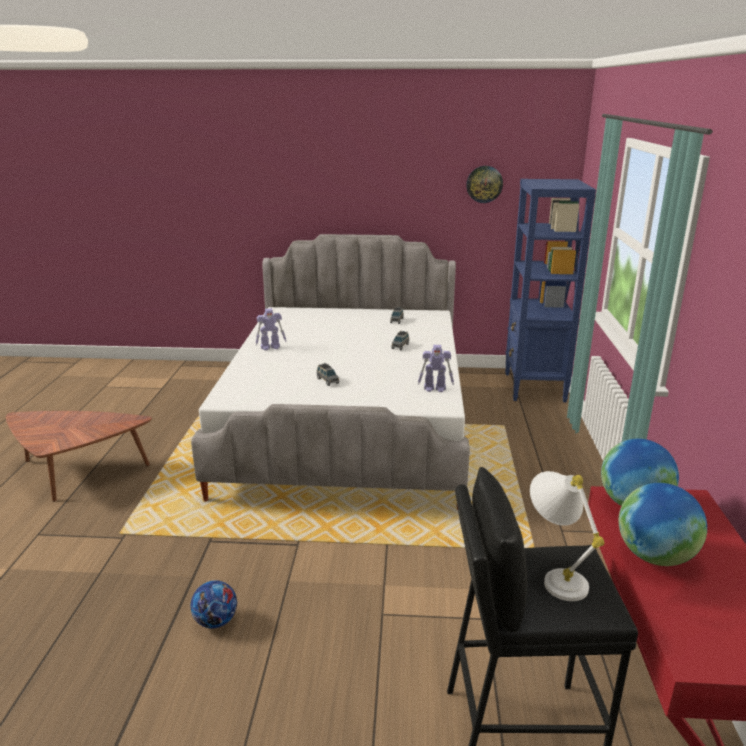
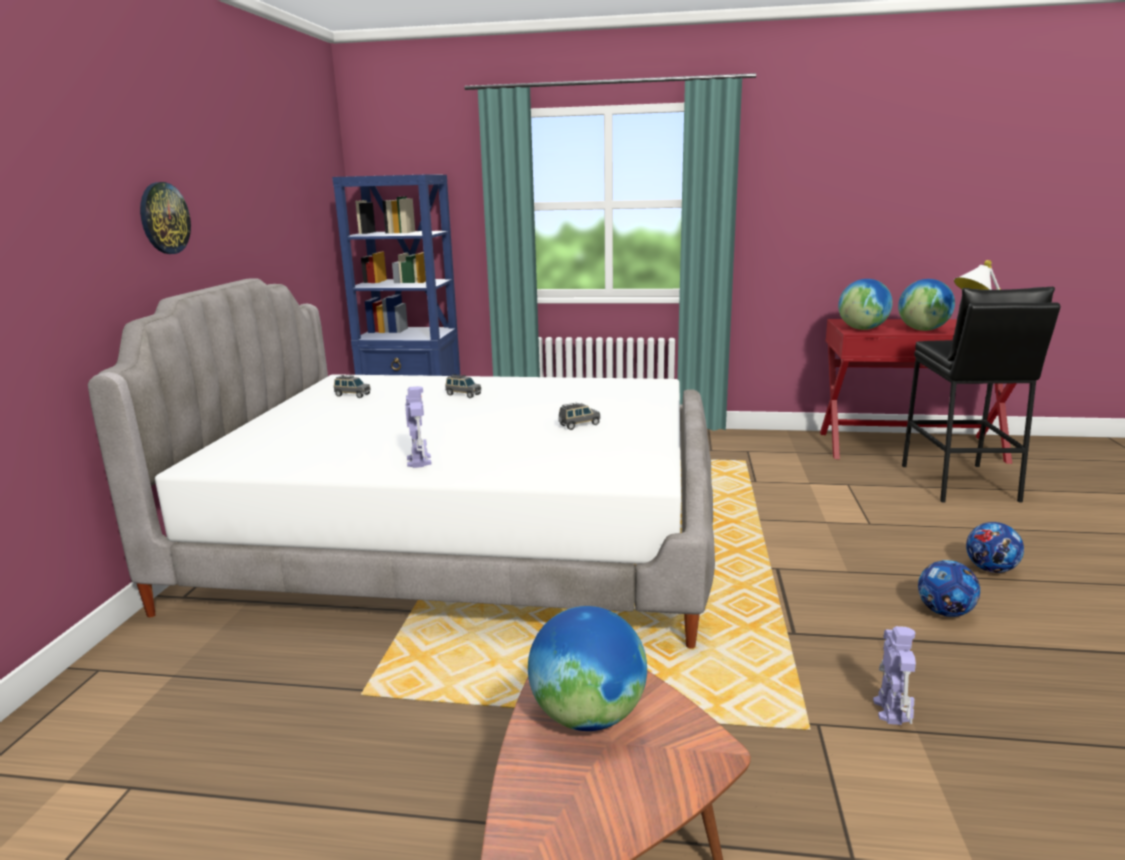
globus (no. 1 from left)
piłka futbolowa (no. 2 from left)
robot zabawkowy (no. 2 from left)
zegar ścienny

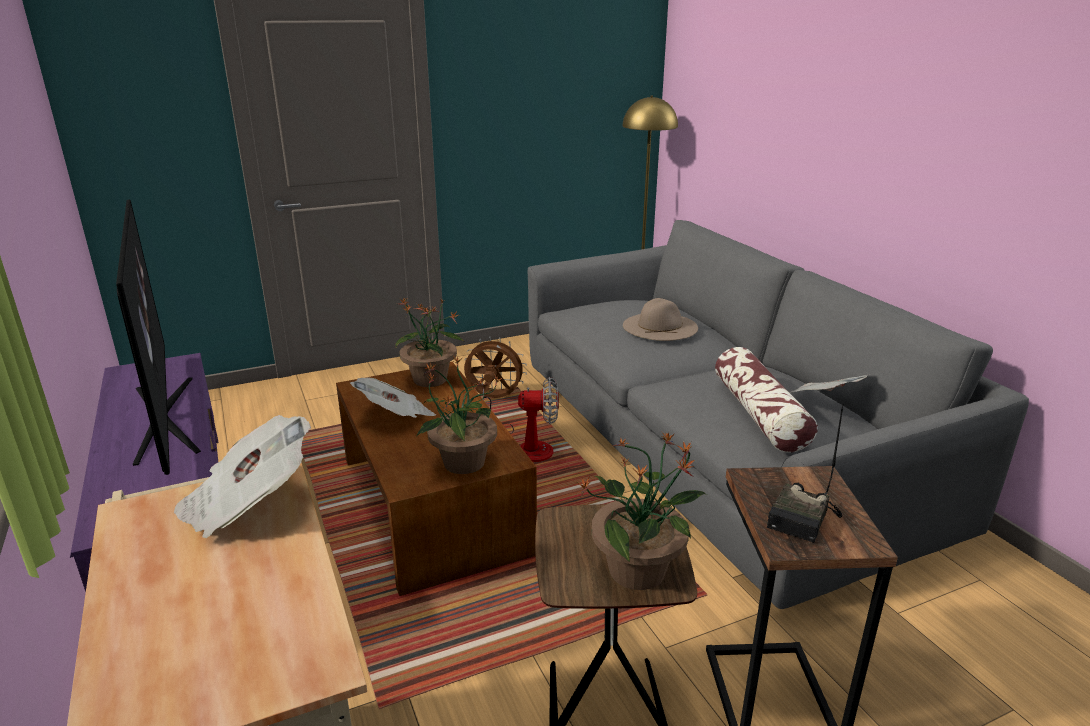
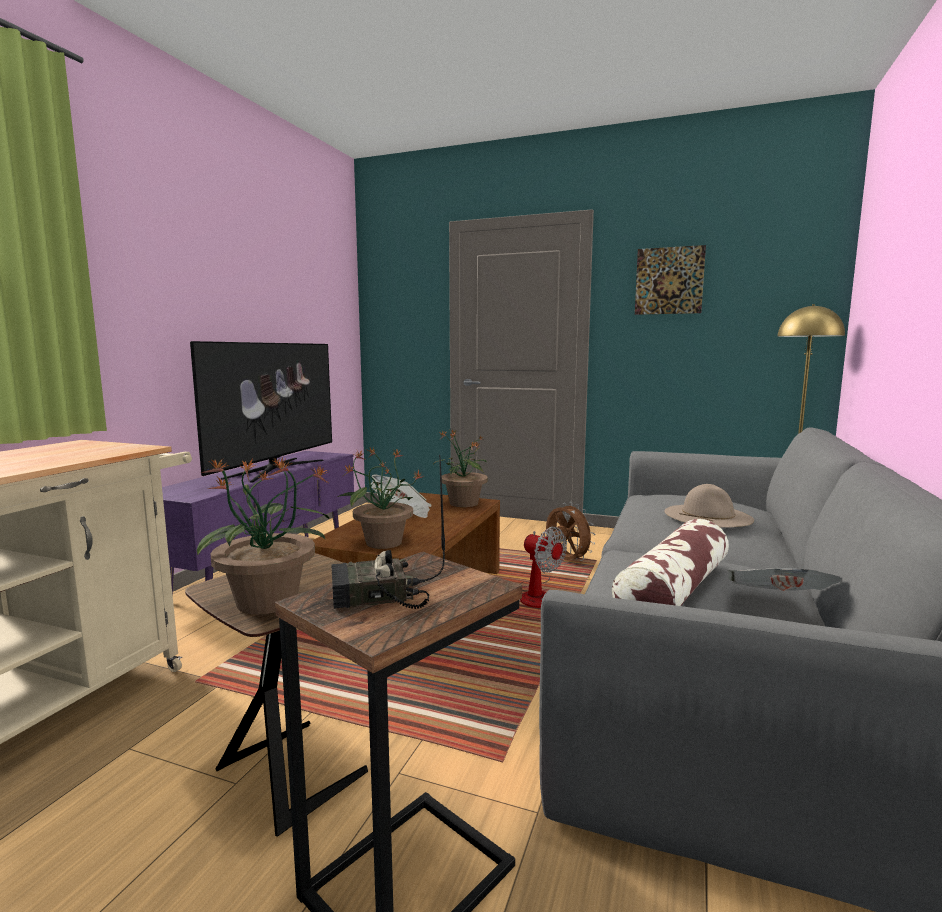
gazeta (no. 1 from left in the first image)
obraz

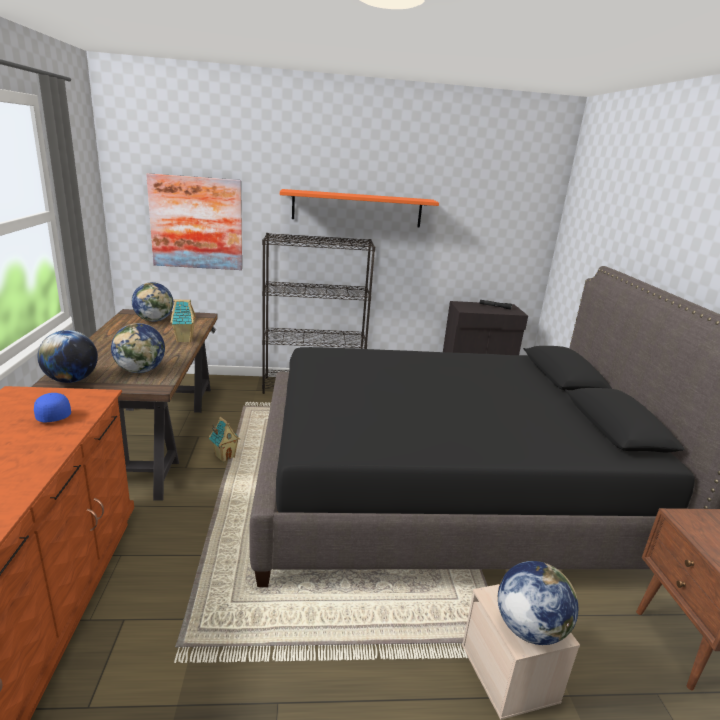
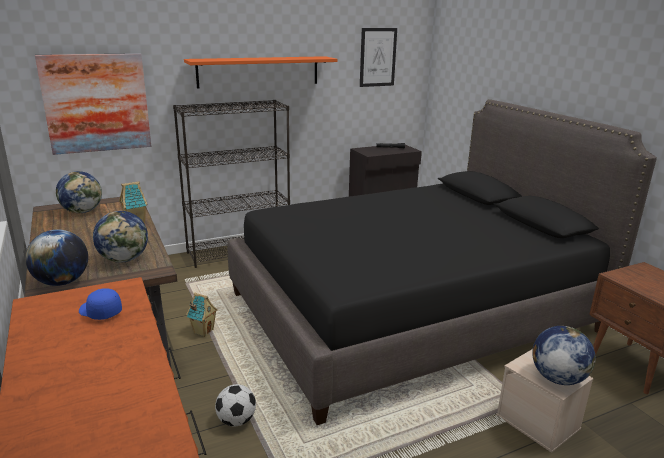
piłka futbolowa
obraz (no. 2 from left)

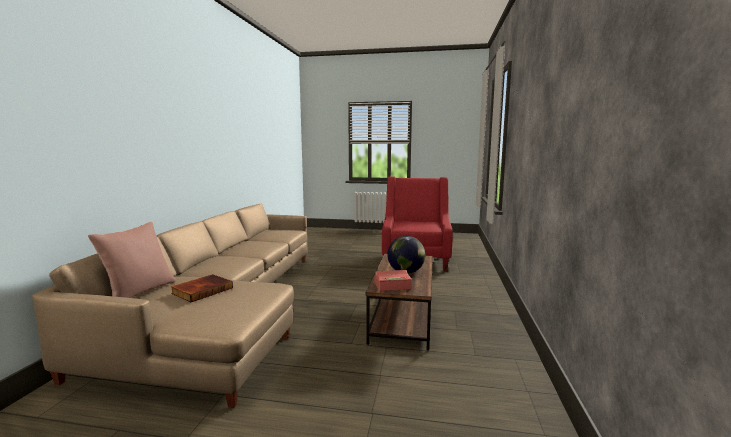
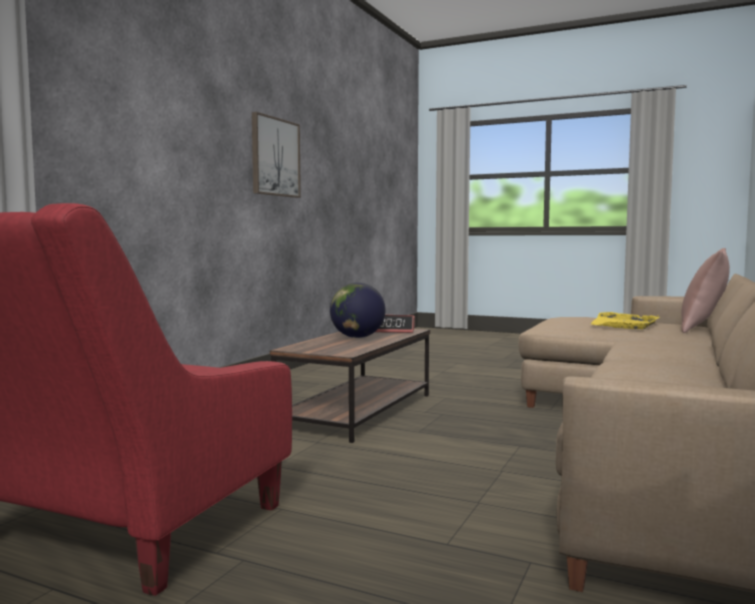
obraz
taca [żółty]

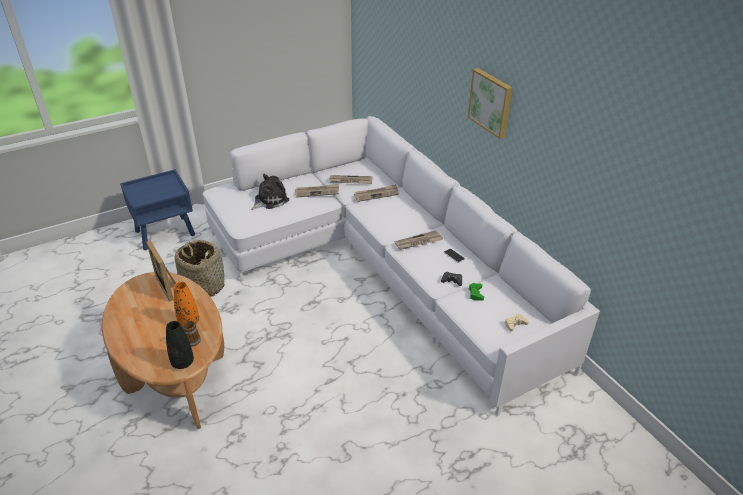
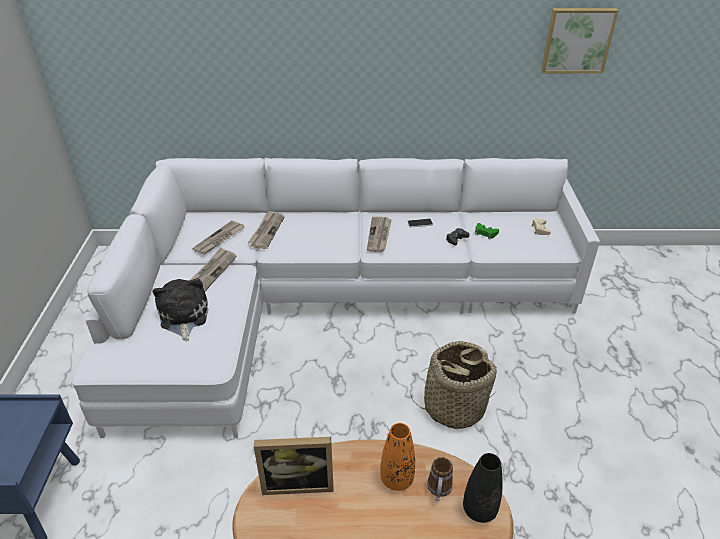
koszyk
obraz

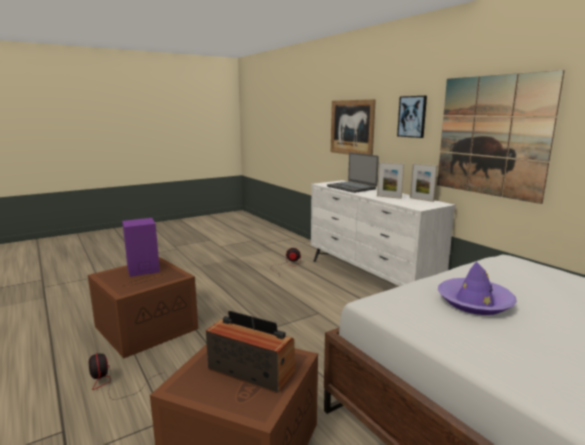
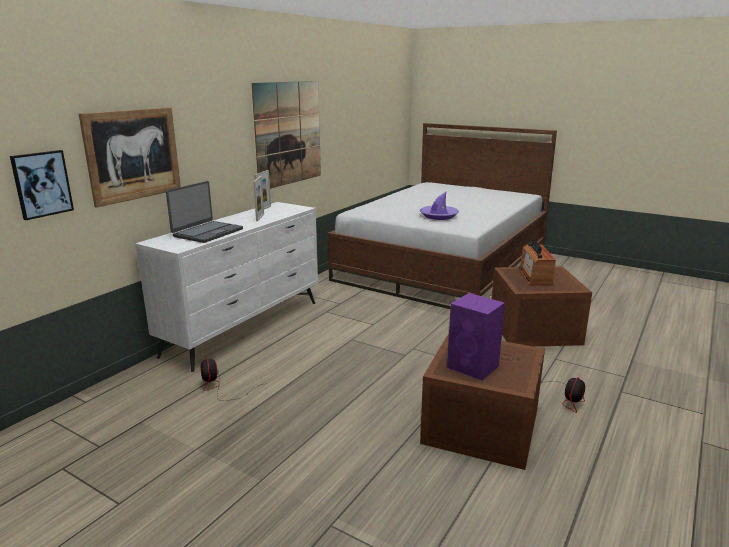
obraz (no. 1 from left)

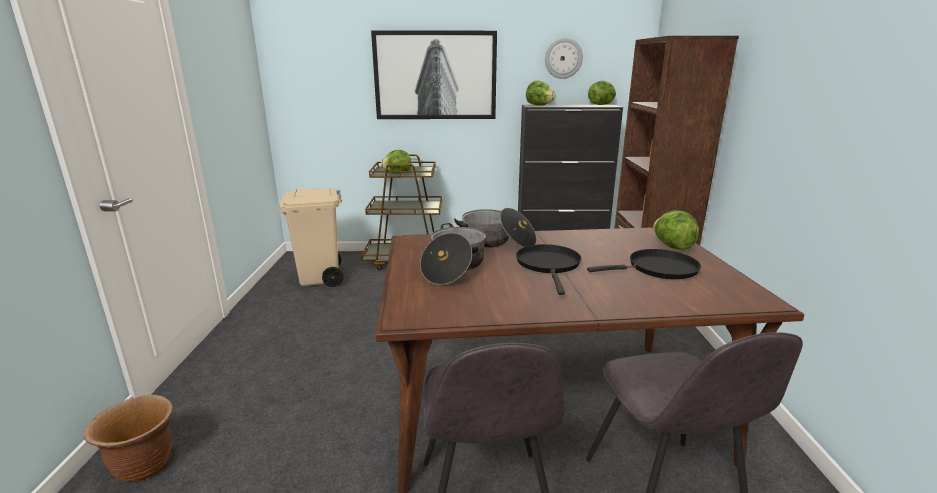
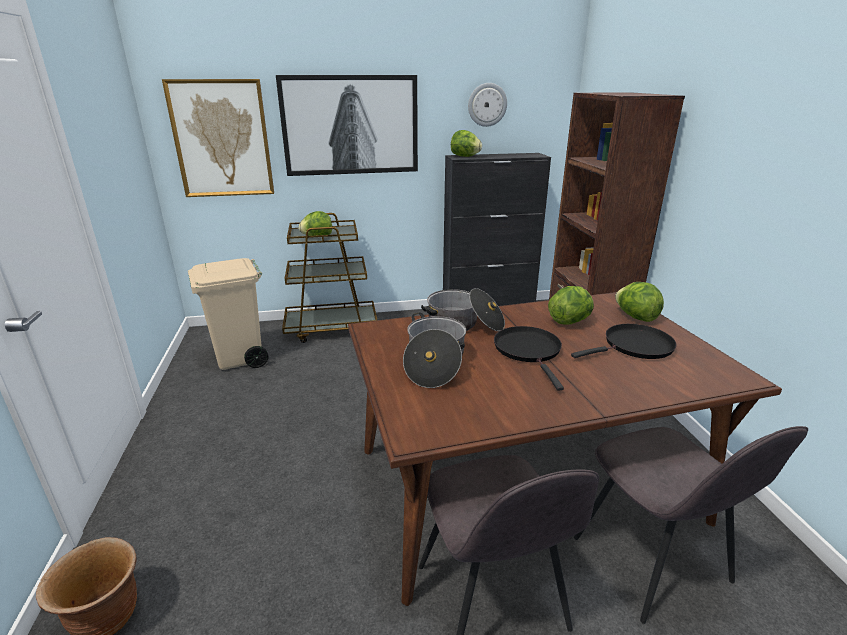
obraz (no. 1 from left)
sałata (no. 3 from left)

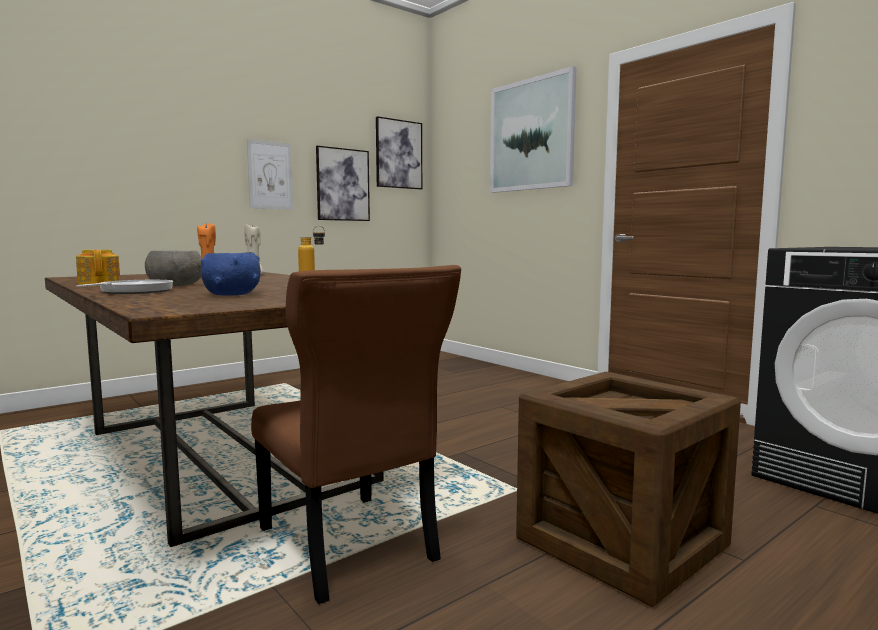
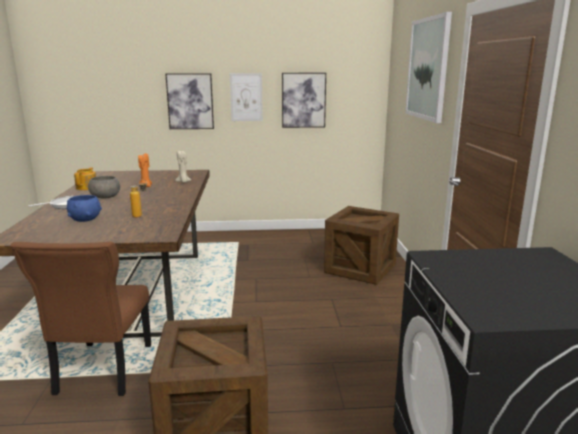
skrzynka (no. 2 from left)
obraz (no. 1 from left)

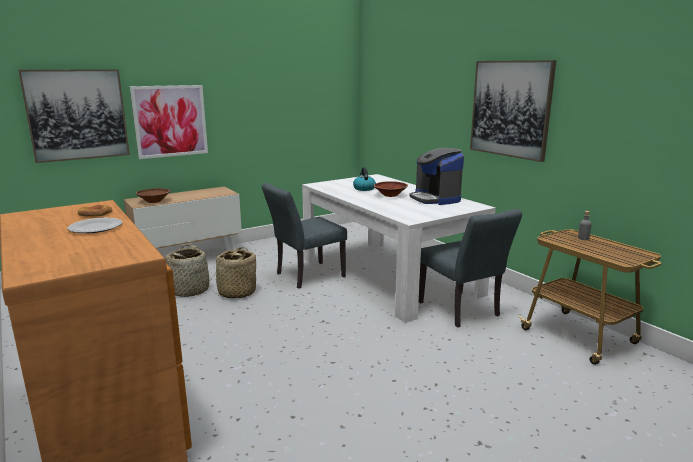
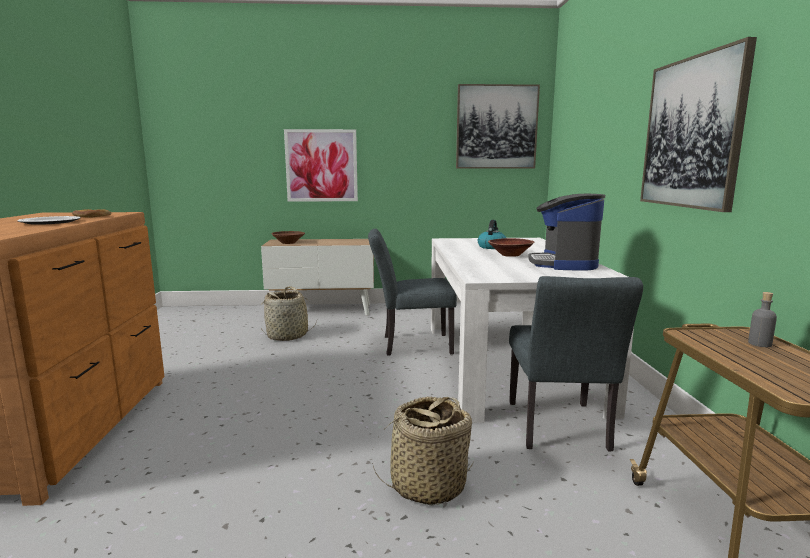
obraz (no. 2 from left)
koszyk (no. 2 from left)

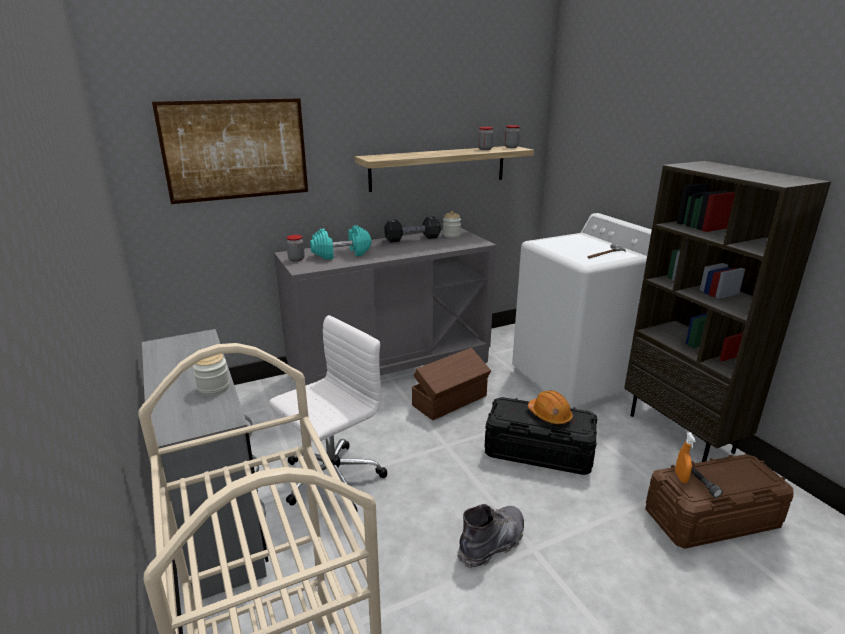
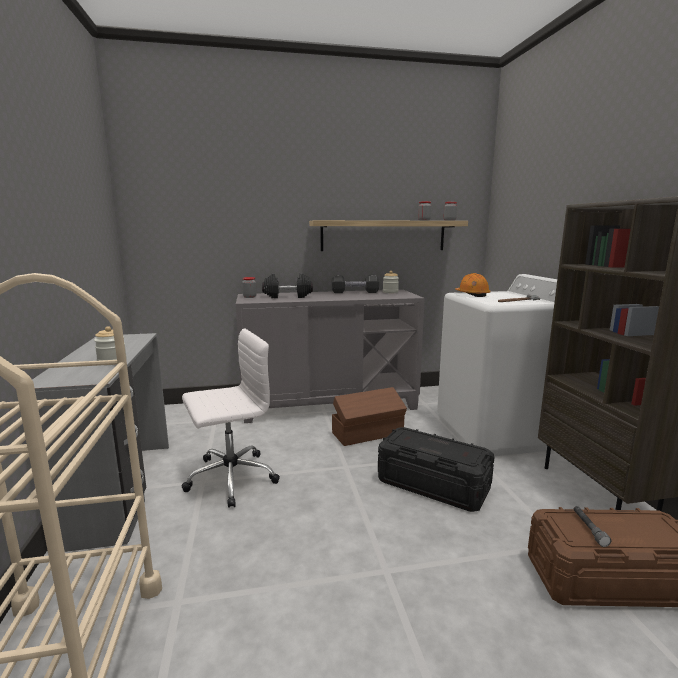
obraz
but z cholewką [szary]
spryskiwacz [pomarańczowy]
kask [pomarańczowy]
hantel [czarny] (no. 1 from left)

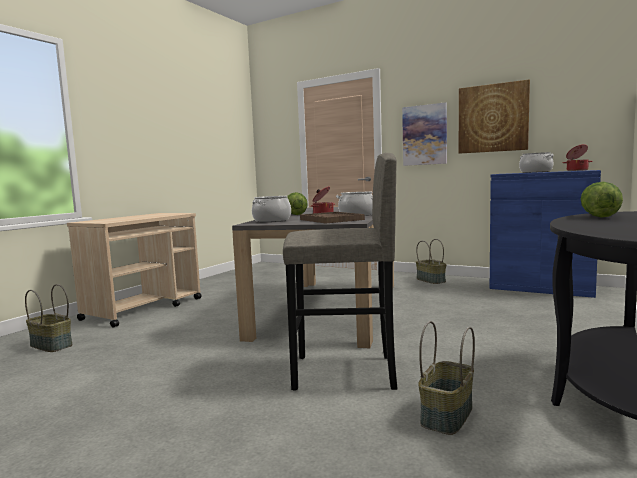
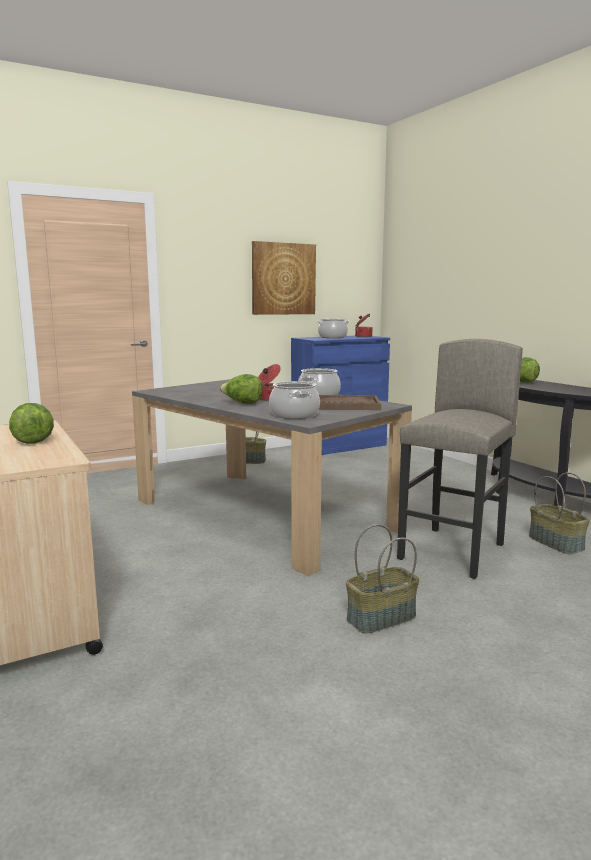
obraz (no. 1 from left in the first image)
sałata (no. 1 from left)
koszyk (no. 2 from left)

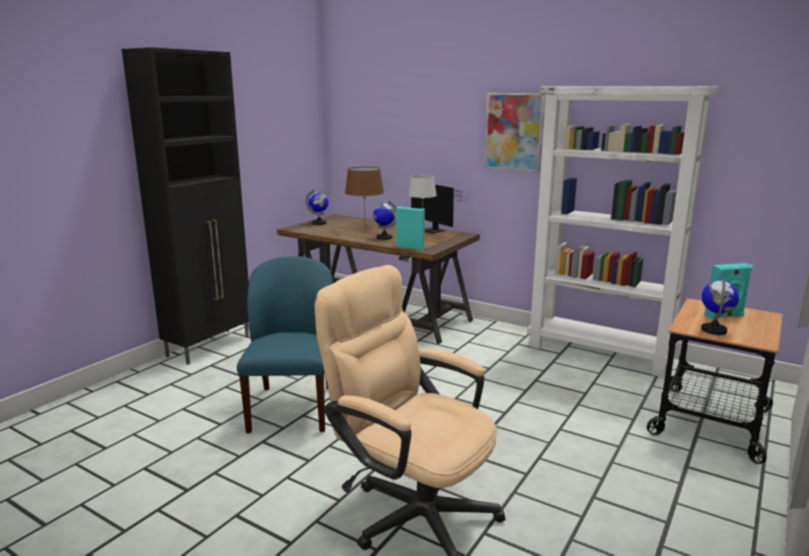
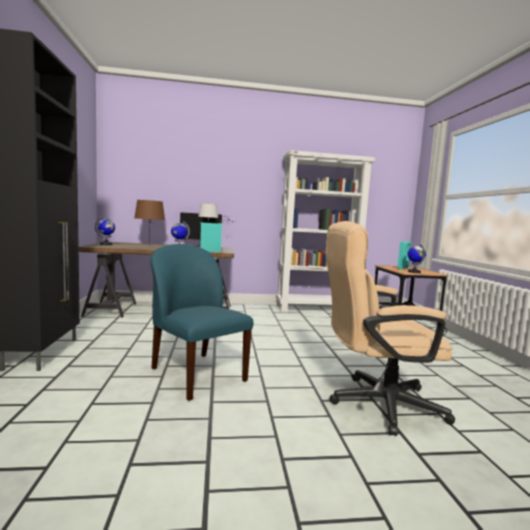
obraz

